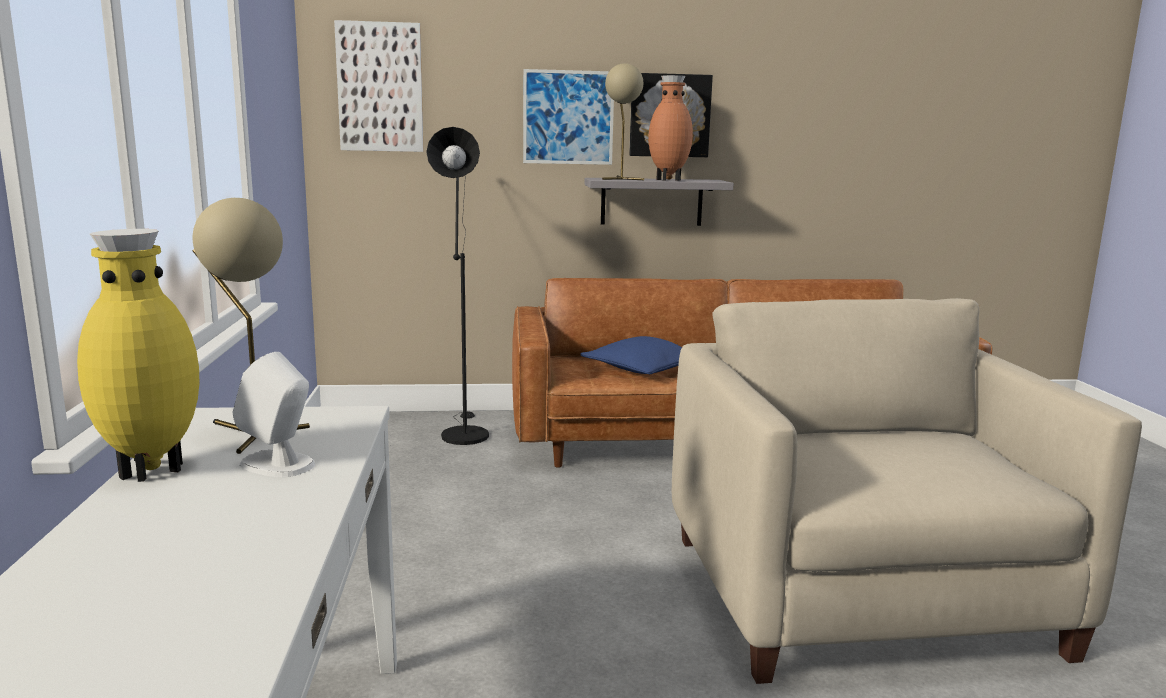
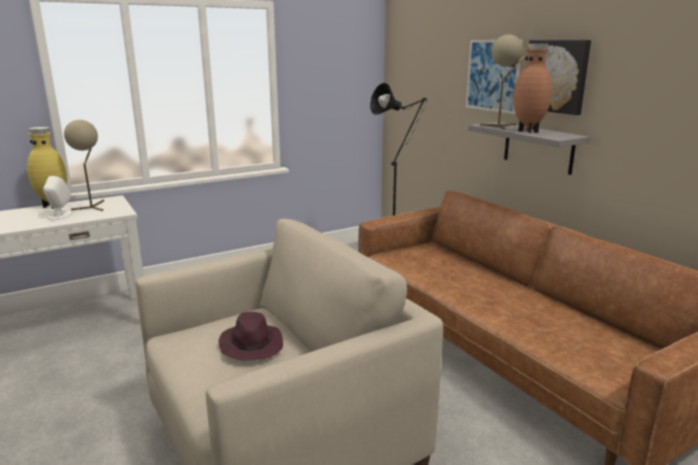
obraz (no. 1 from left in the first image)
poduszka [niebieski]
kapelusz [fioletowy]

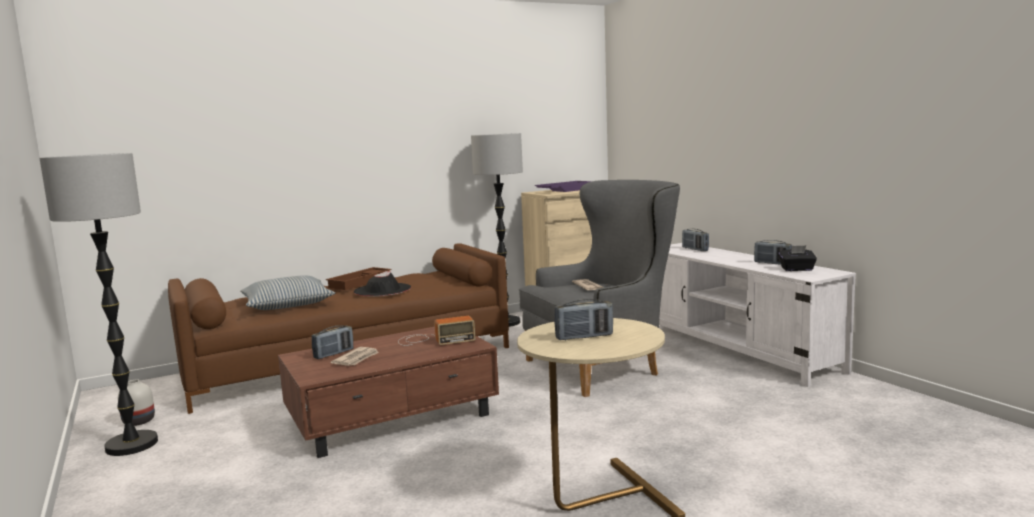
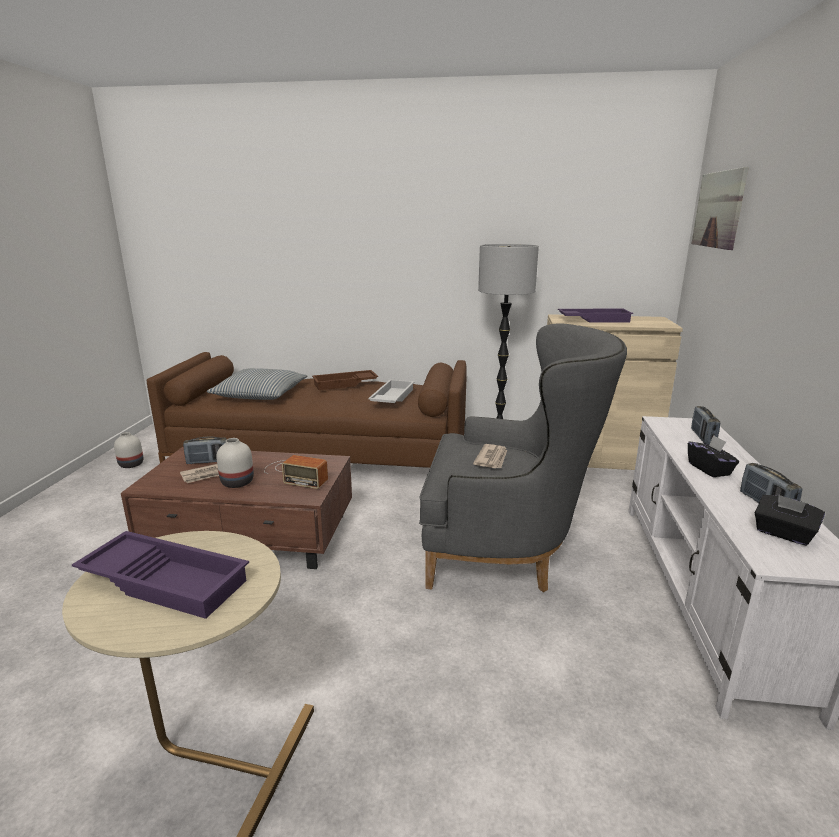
lampa stojąca (no. 1 from left in the first image)
kapelusz [czarny]
wazon [biały] (no. 2 from left)
taca [biały]
pudełko chusteczek [czarny] (no. 1 from left)
obraz
taca [fioletowy] (no. 1 from left)

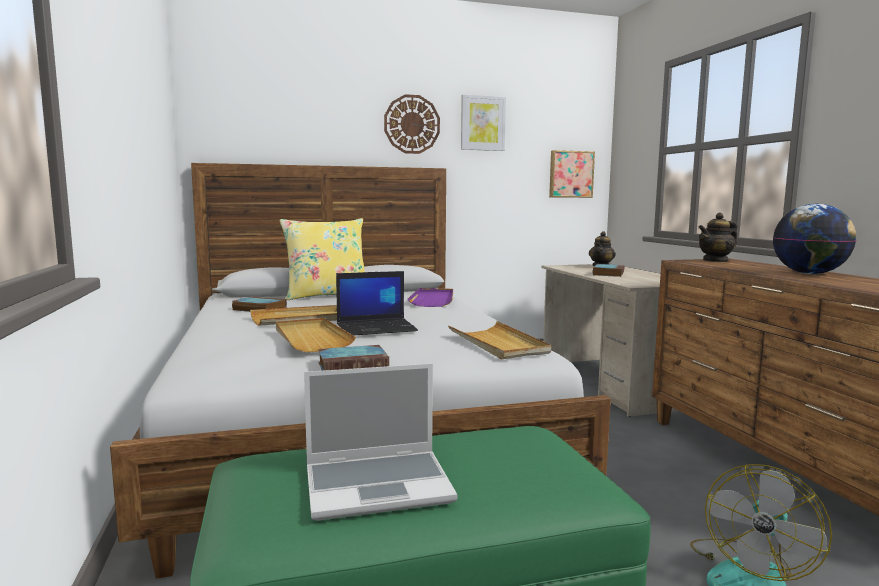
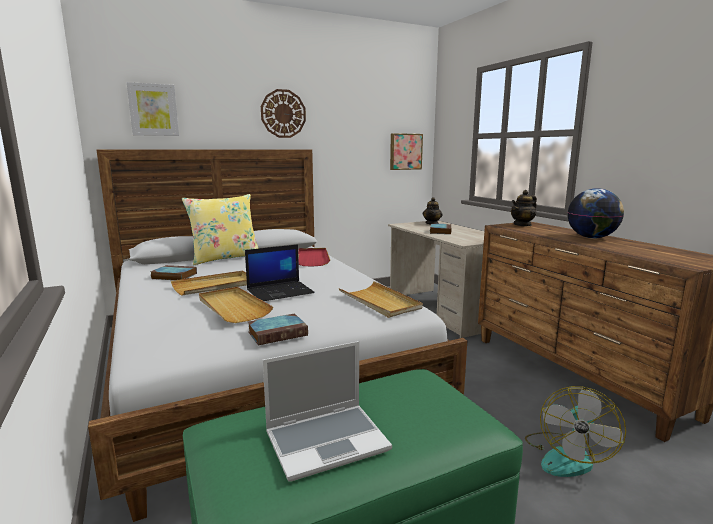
obraz (no. 1 from left)
taca [czerwony]

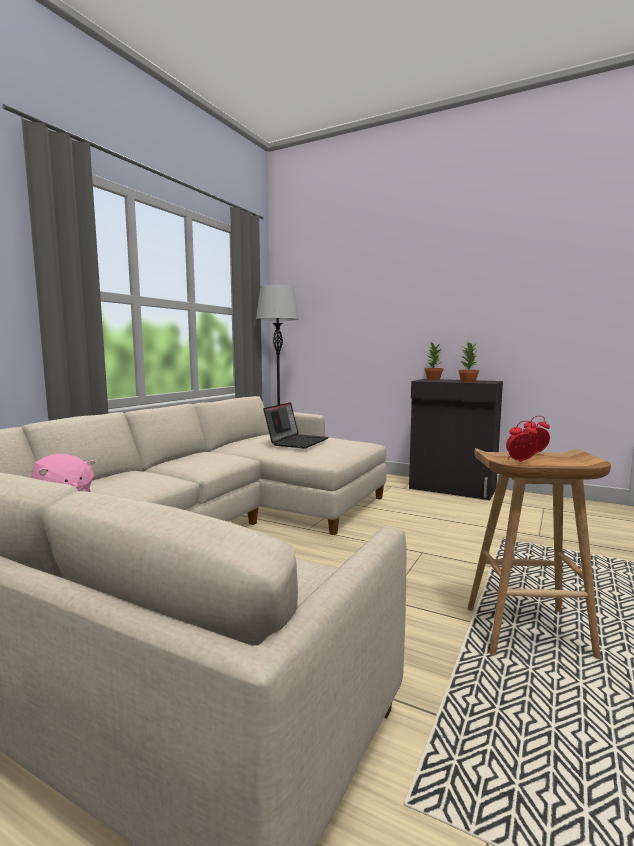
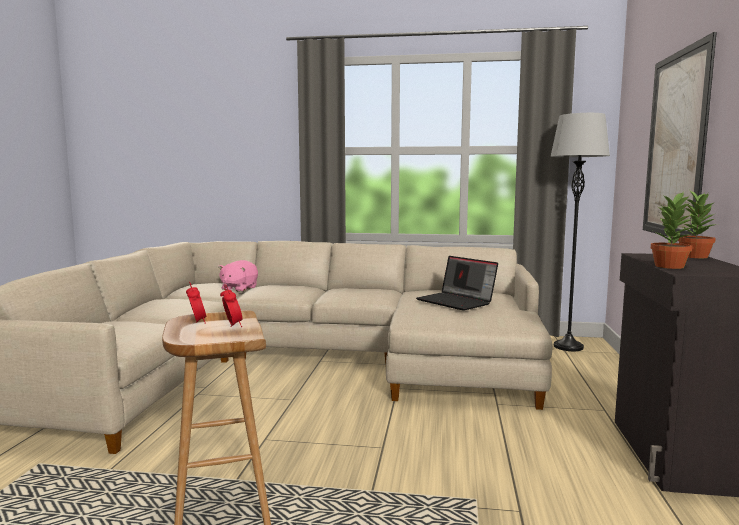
obraz
laptop

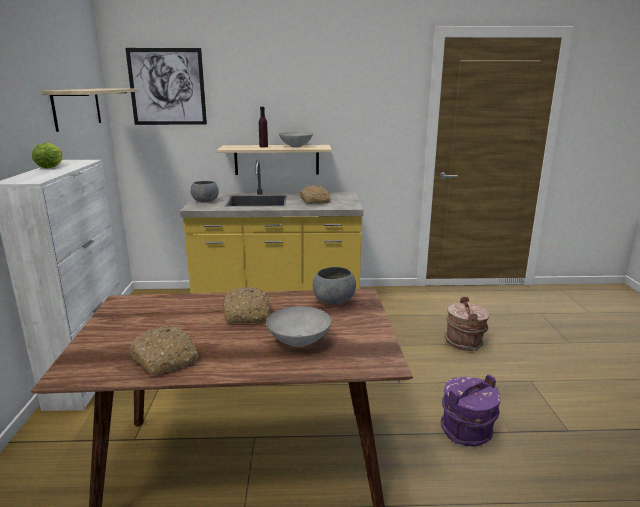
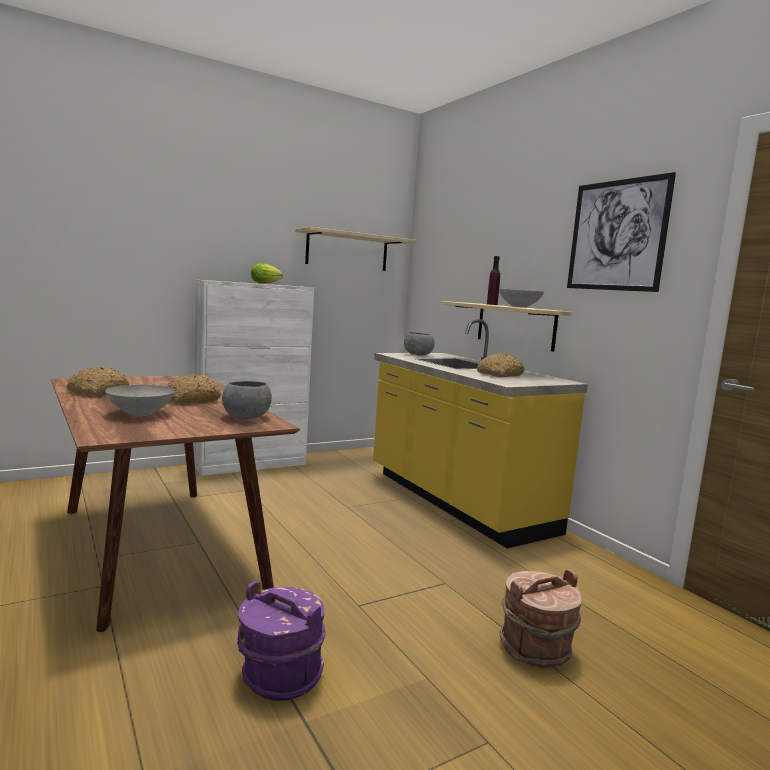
obraz

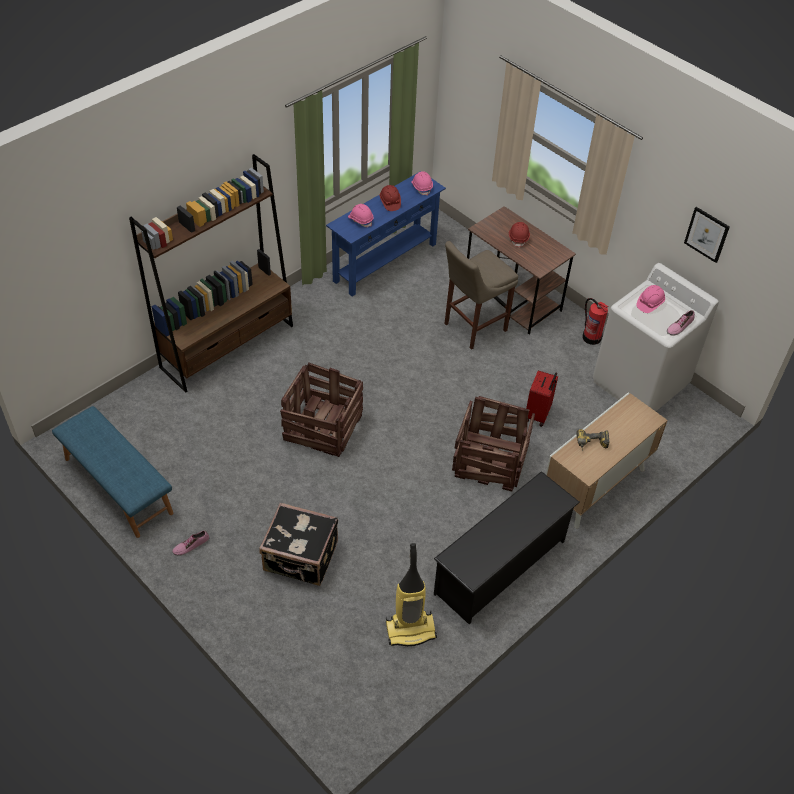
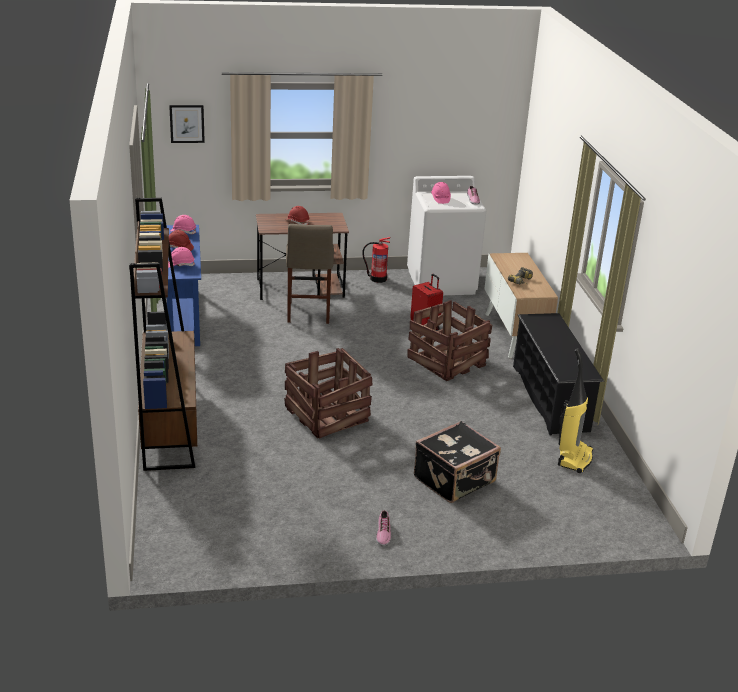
ławka [niebieski]
obraz

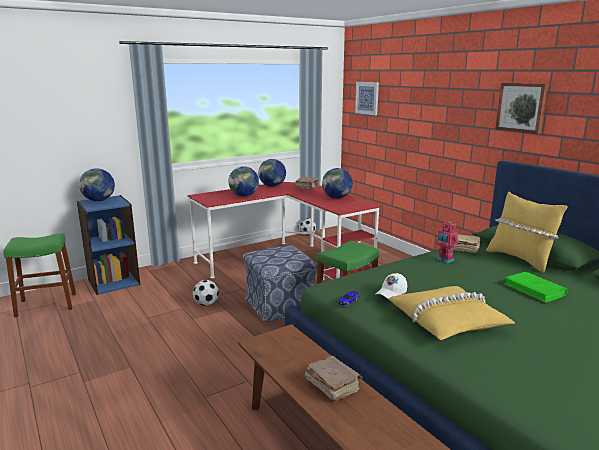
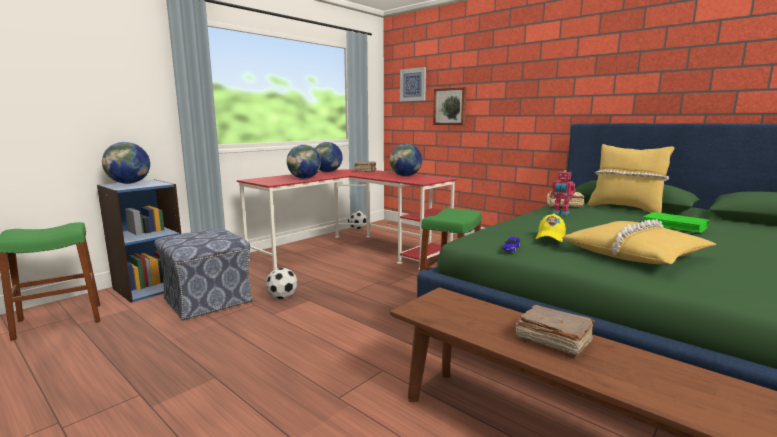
pufa
obraz (no. 2 from left)
czapka z daszkiem [żółty]

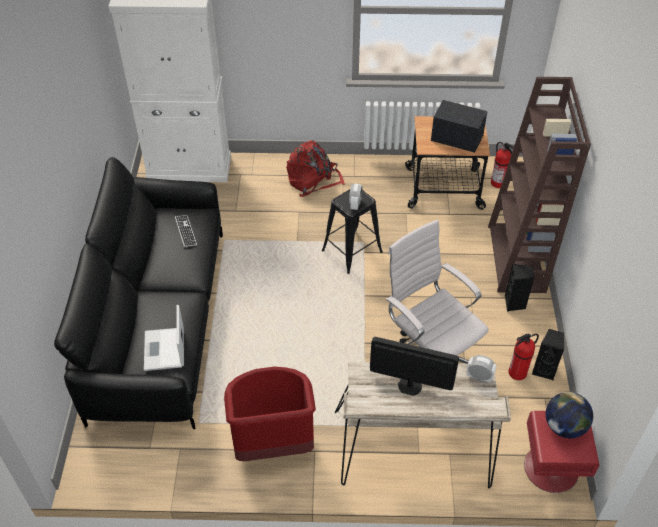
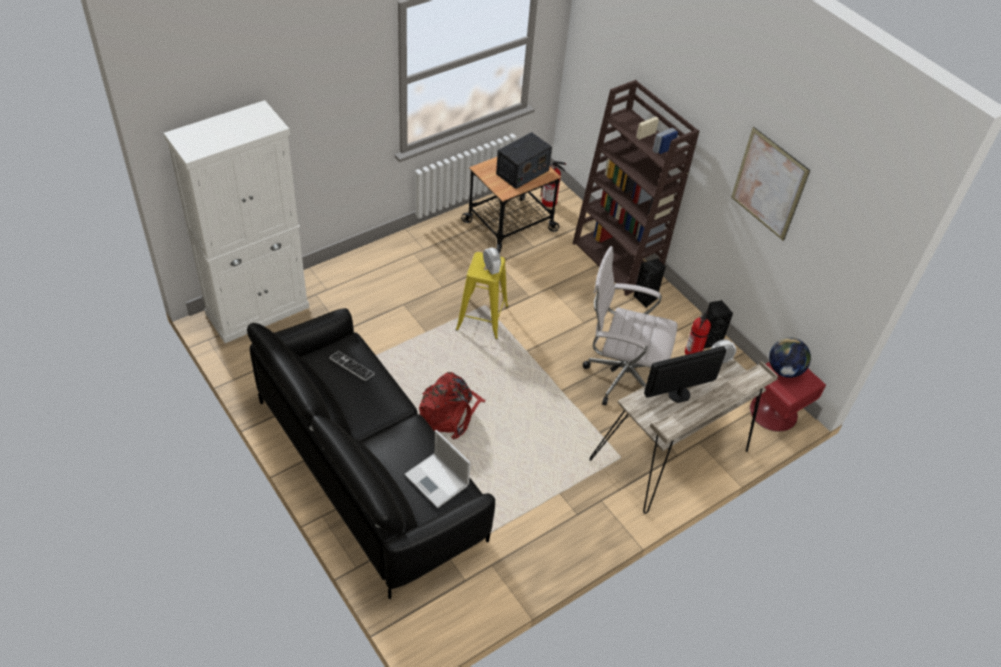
kosz na śmieci [czerwony]
obraz
plecak [czerwony]
stołek [żółty]
radio

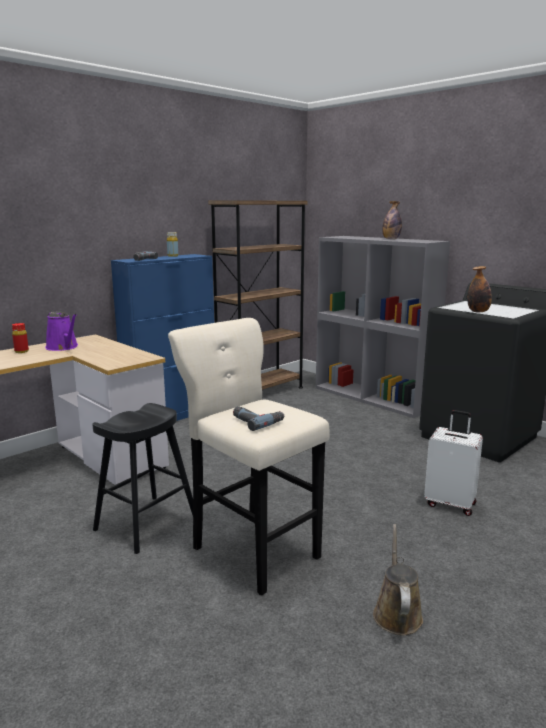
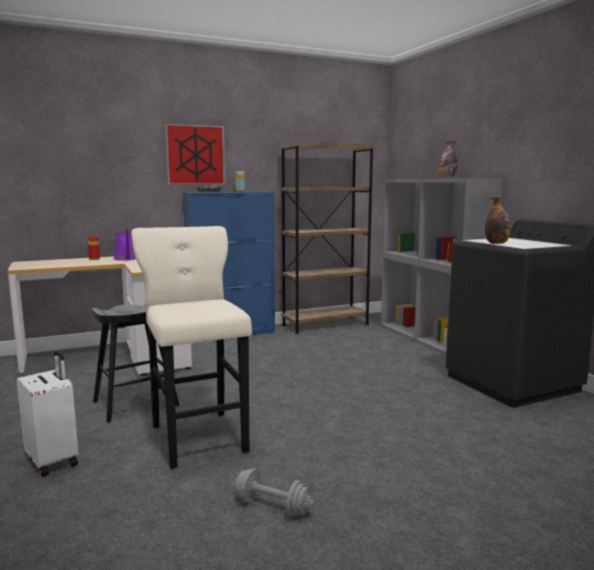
wiertarka (no. 2 from left in the first image)
obraz
walizka [biały]
hantel [szary]

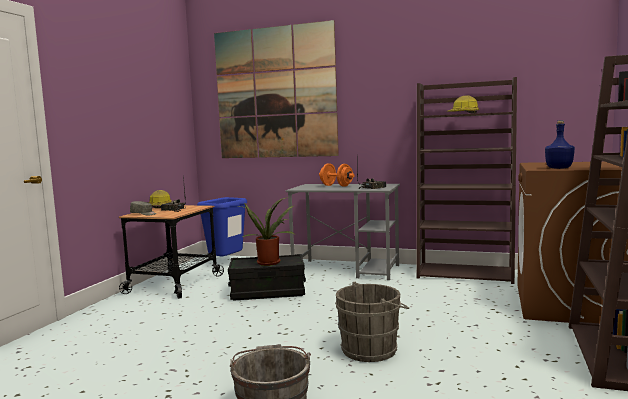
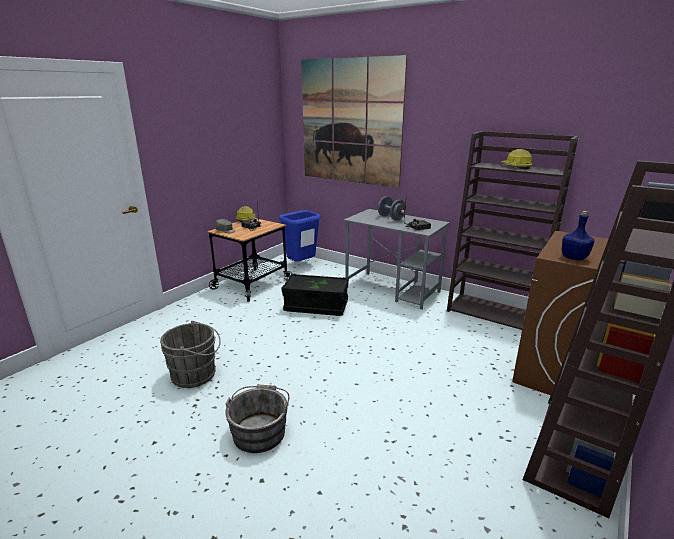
roślina doniczkowa
wiadro [szary] (no. 1 from left)
hantel [szary]

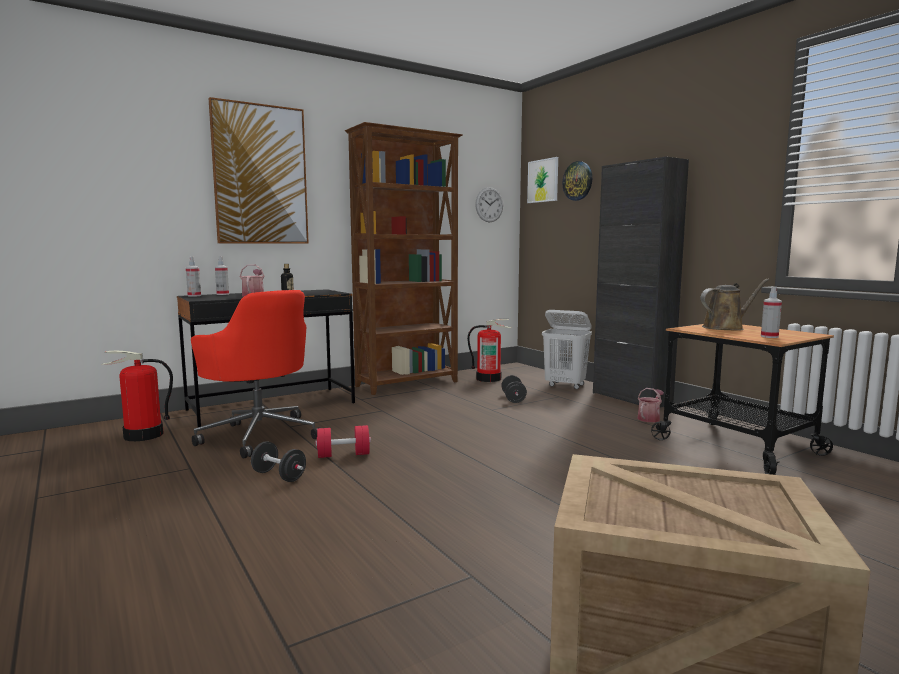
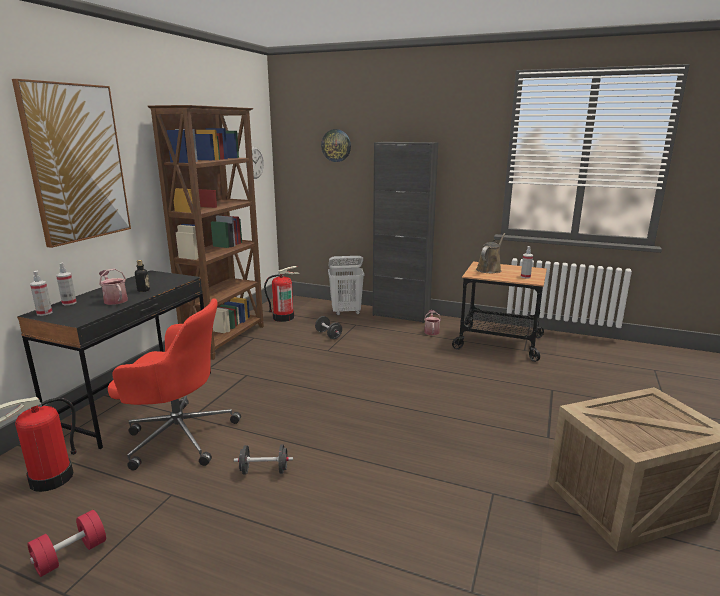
obraz (no. 2 from left in the first image)
hantel [czerwony]

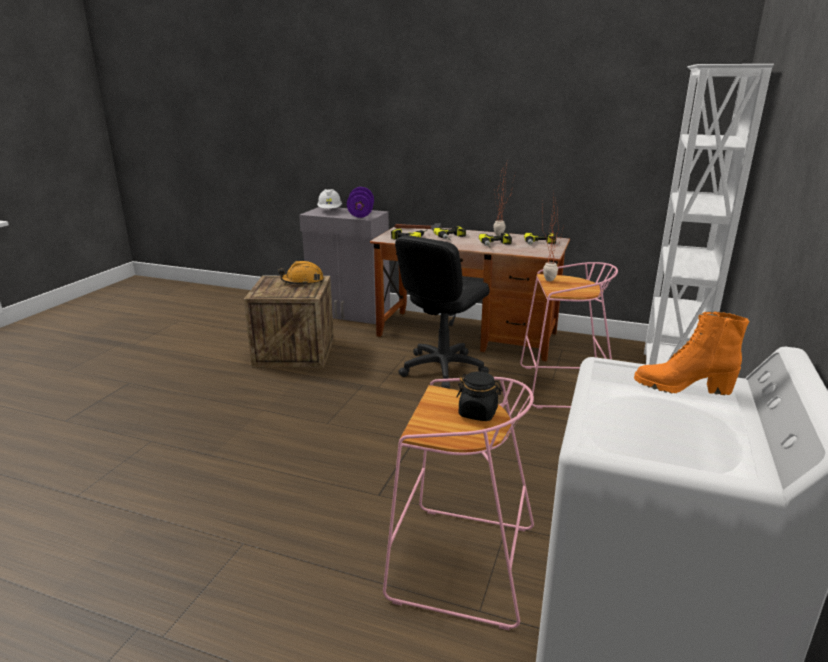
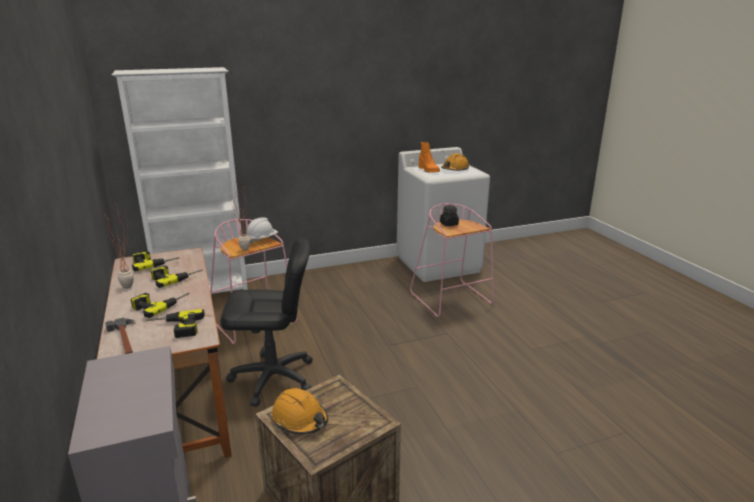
hantel [fioletowy]
kask [pomarańczowy] (no. 2 from left)
kask [biały]

